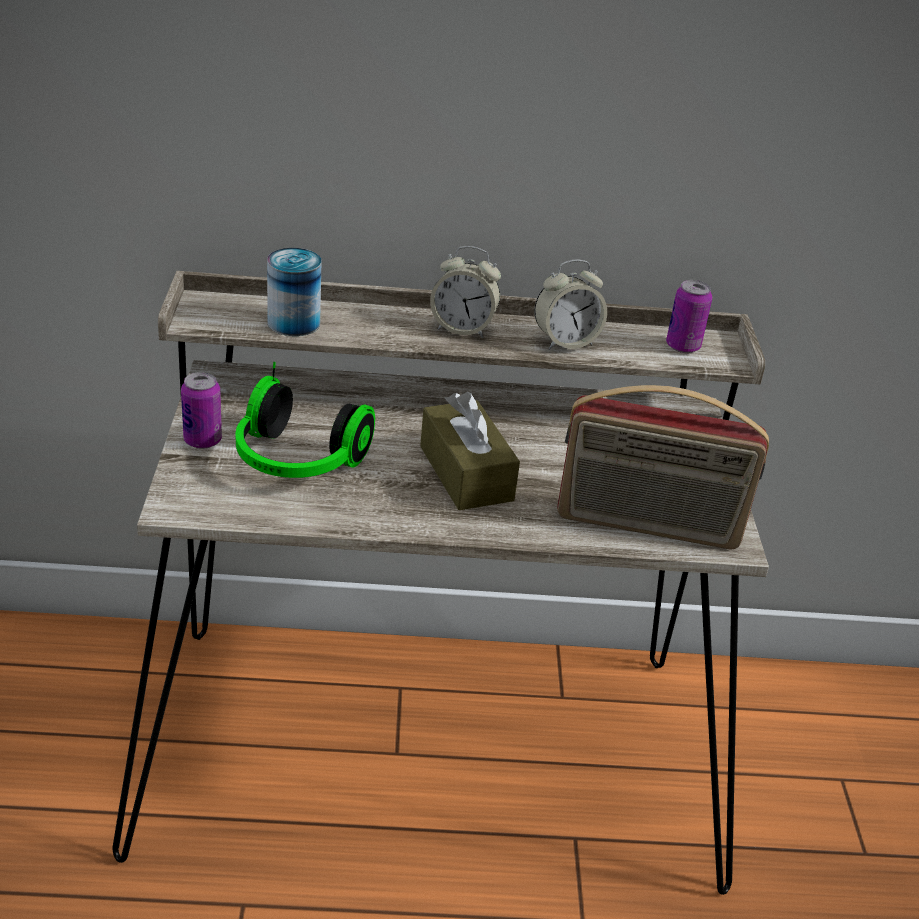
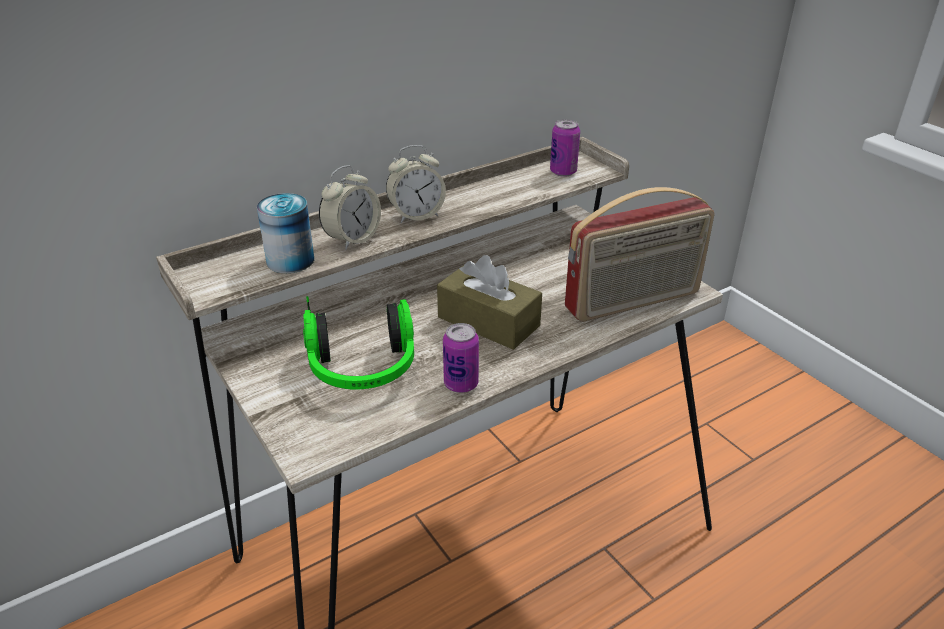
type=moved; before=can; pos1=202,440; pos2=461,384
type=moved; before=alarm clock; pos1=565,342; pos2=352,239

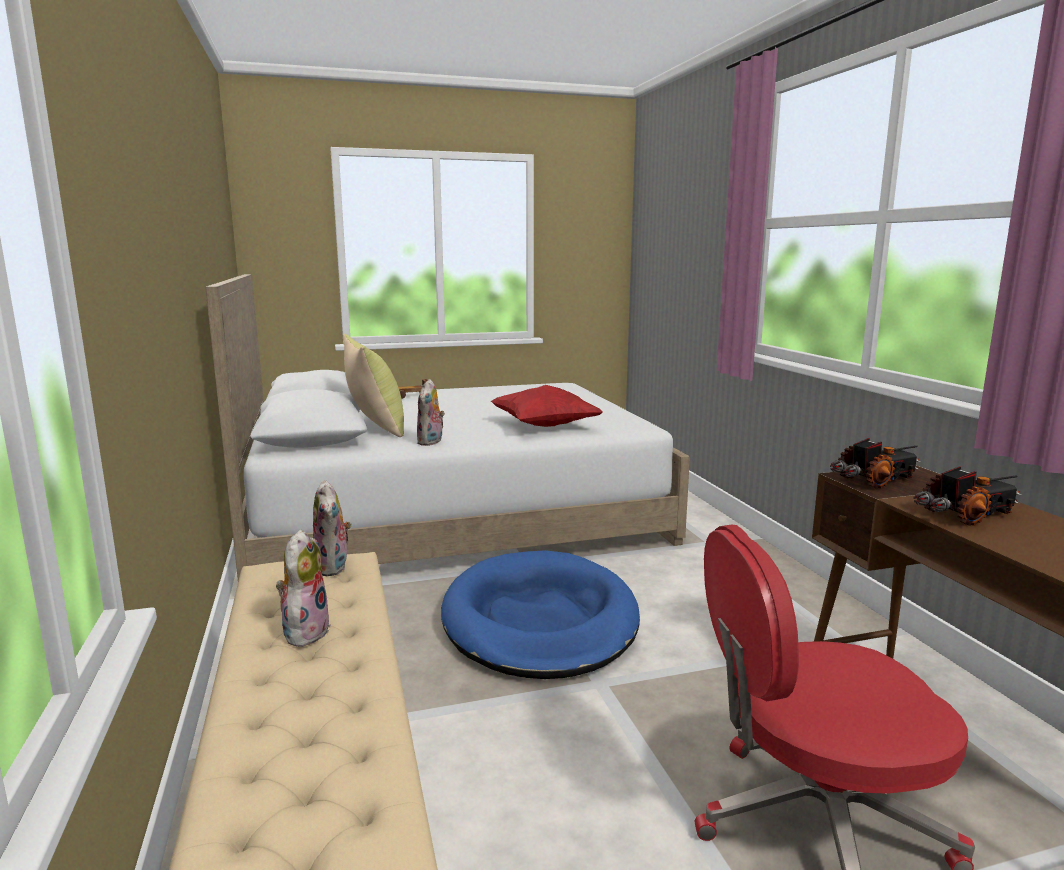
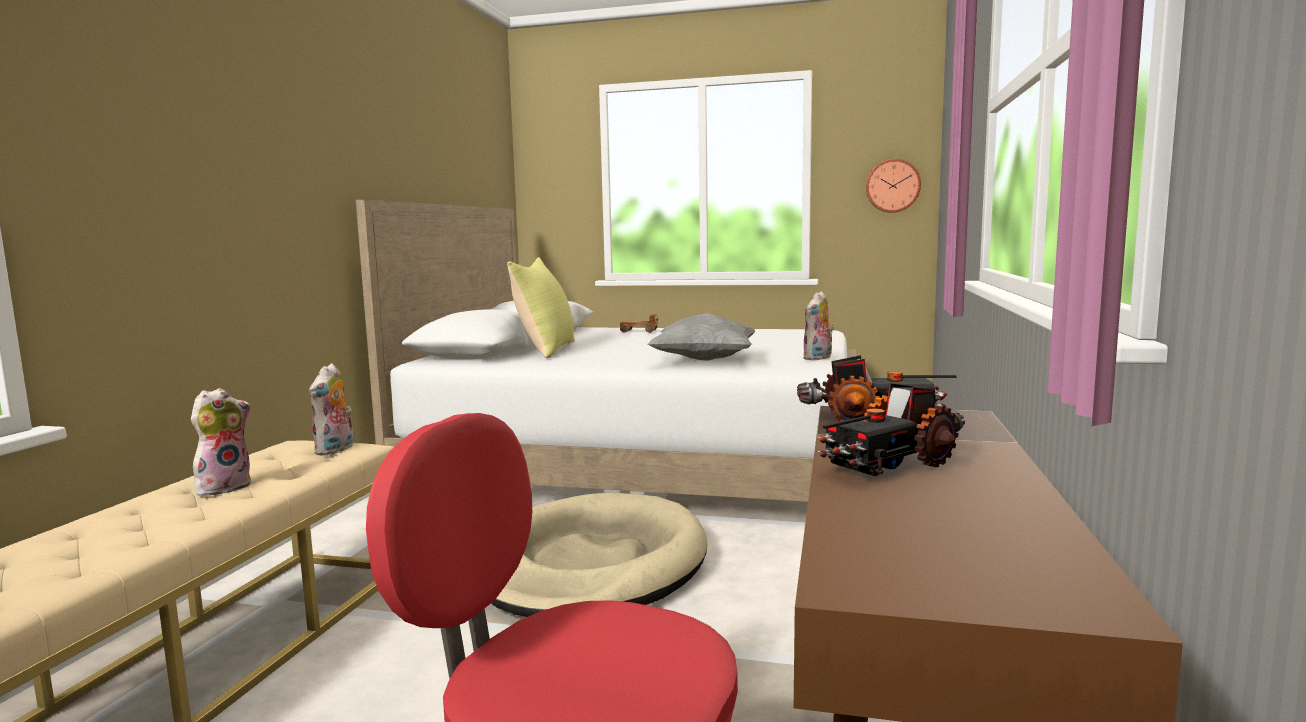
type=moved; before=plush toy; pos1=431,442; pos2=818,358
type=recoloured; before=dog bed in blue; after=dog bed in beige; pos1=540,621; pos2=591,565
type=recoloured; before=pillow in red; after=pillow in grey; pos1=545,426; pos2=703,361
type=turned; before=toy truck; pos1=966,516; pos2=889,463; turn=135
type=added; after=wall clock; pos2=892,186

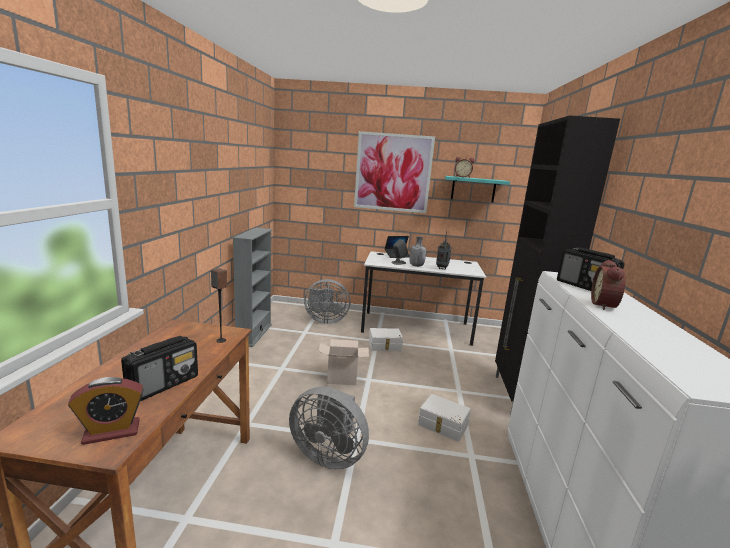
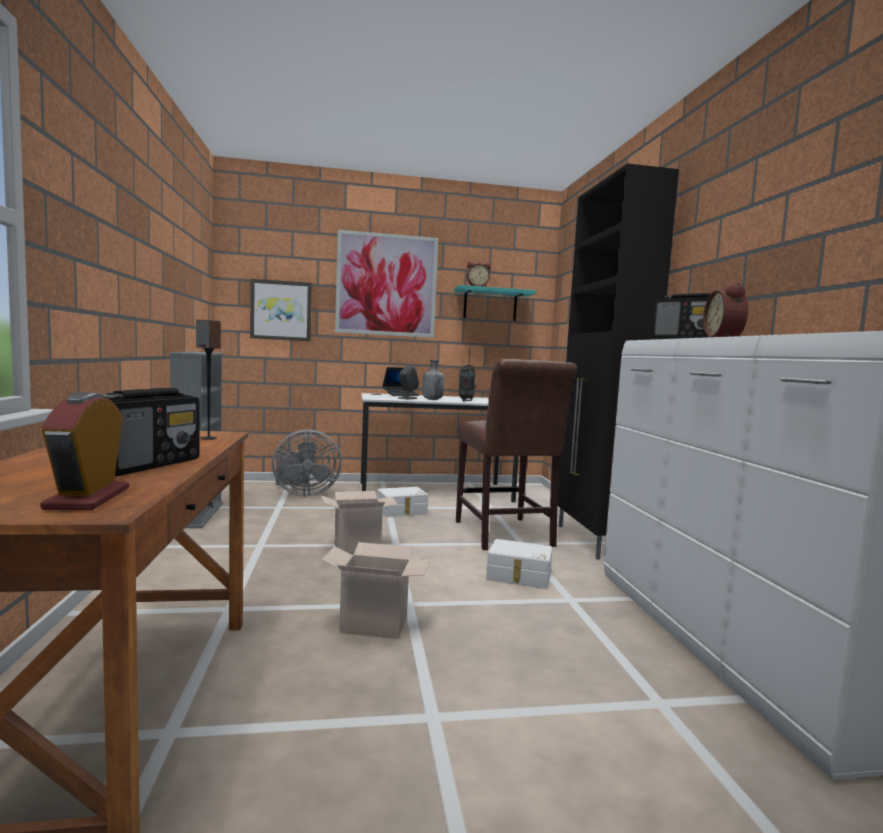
type=turned; before=alarm clock; pos1=111,432; pos2=88,498; turn=120
type=replaced; before=fan in grey; after=cardboard box; pos1=328,454; pos2=376,624
type=added; after=picture; pos2=281,310
type=added; after=chair in brown; pos2=505,535

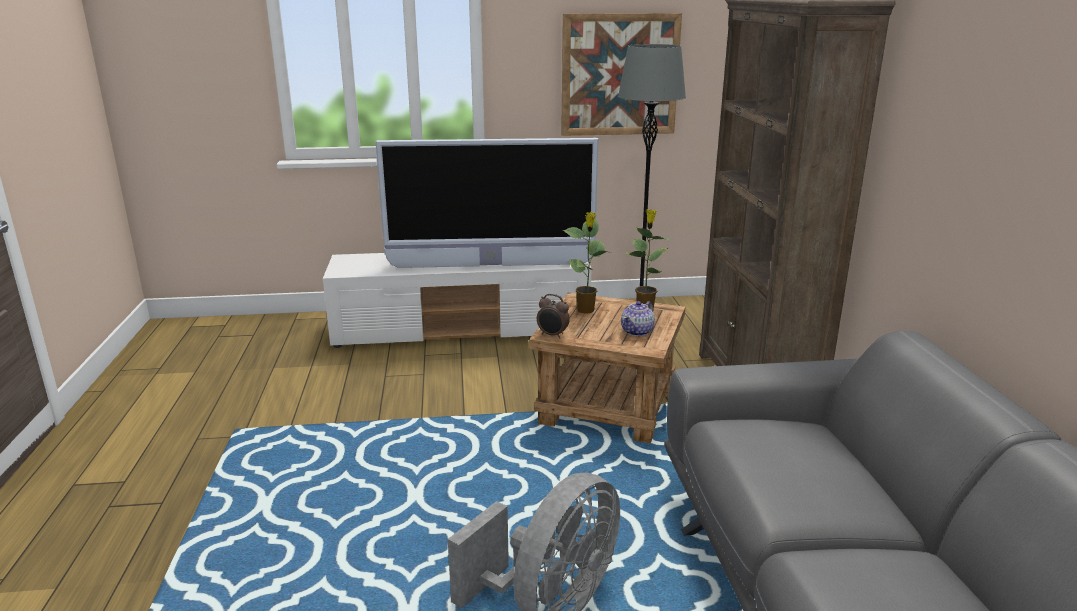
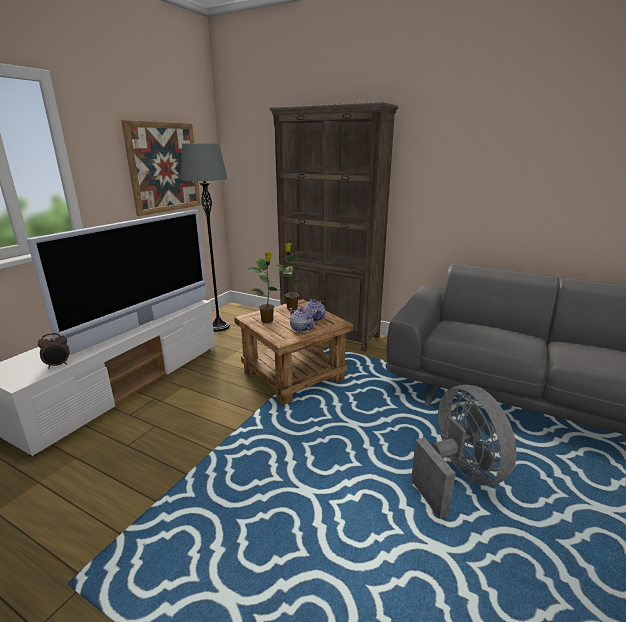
type=moved; before=alarm clock; pos1=552,335; pos2=58,365
type=added; after=teapot; pos2=301,328

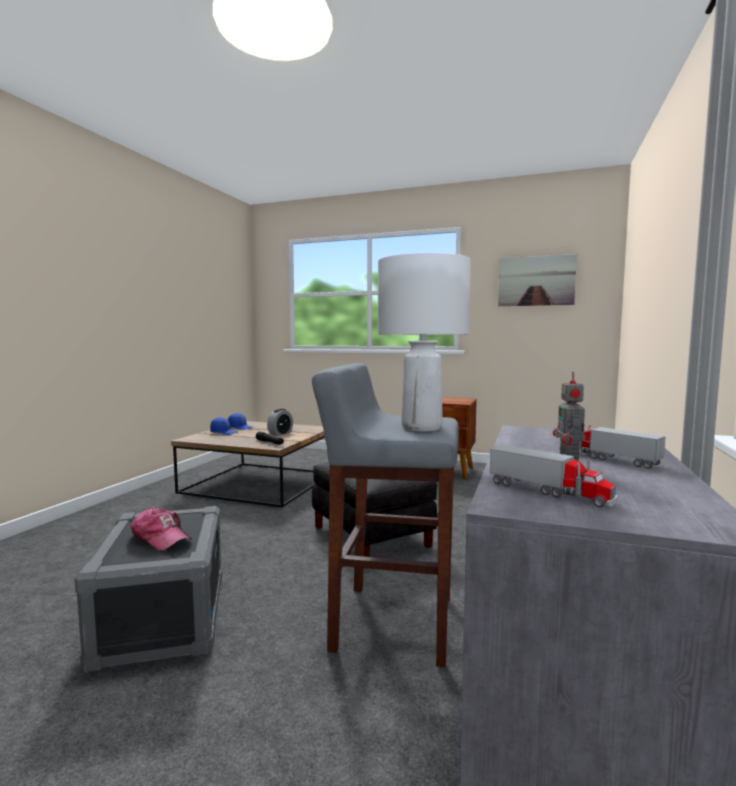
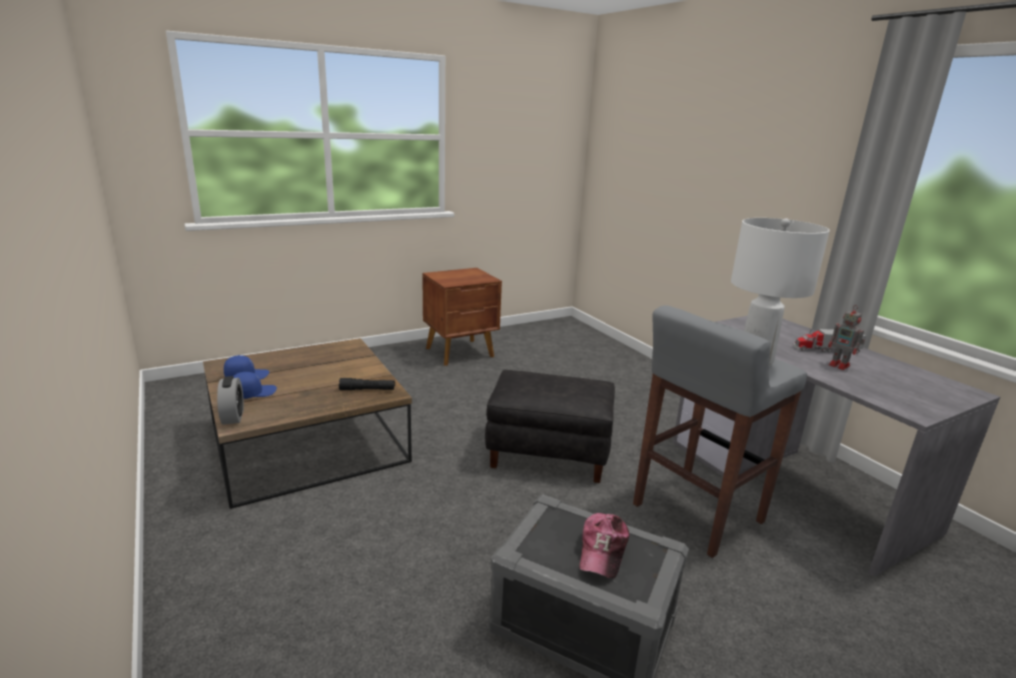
type=turned; before=cap; pos1=161,538; pos2=603,550; turn=120
type=moved; before=alarm clock; pos1=280,434; pos2=233,416
type=removed; before=toy truck; pos1=550,491
type=removed; before=picture; pos1=536,281

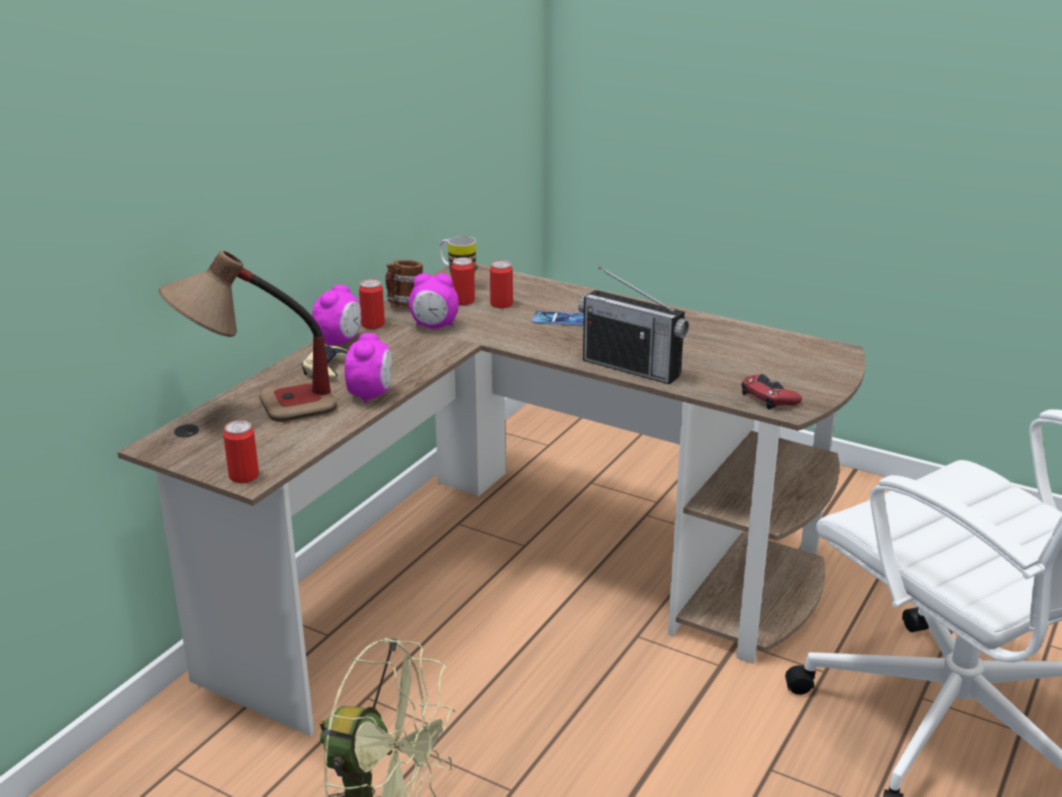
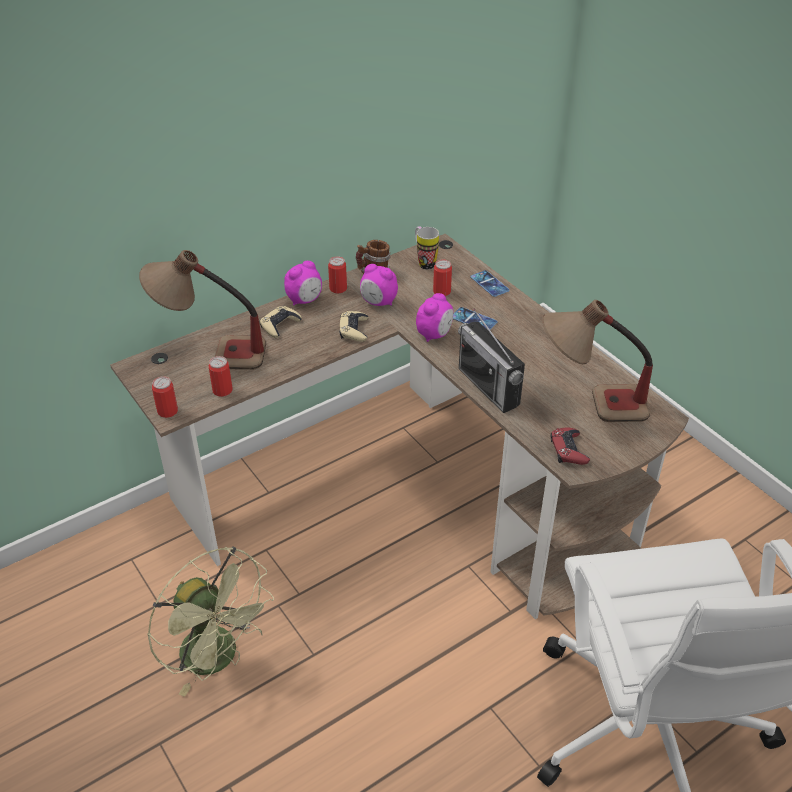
type=moved; before=alarm clock; pos1=371,395; pos2=434,334
type=moved; before=can; pos1=463,301; pos2=222,390
type=added; after=game controller in beige; pos2=354,330
type=added; after=phone; pos2=489,284
type=added; after=table lamp; pos2=589,406

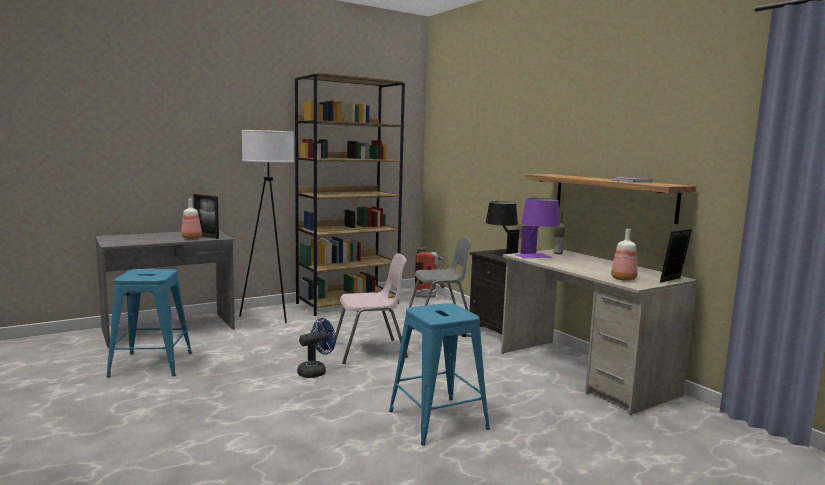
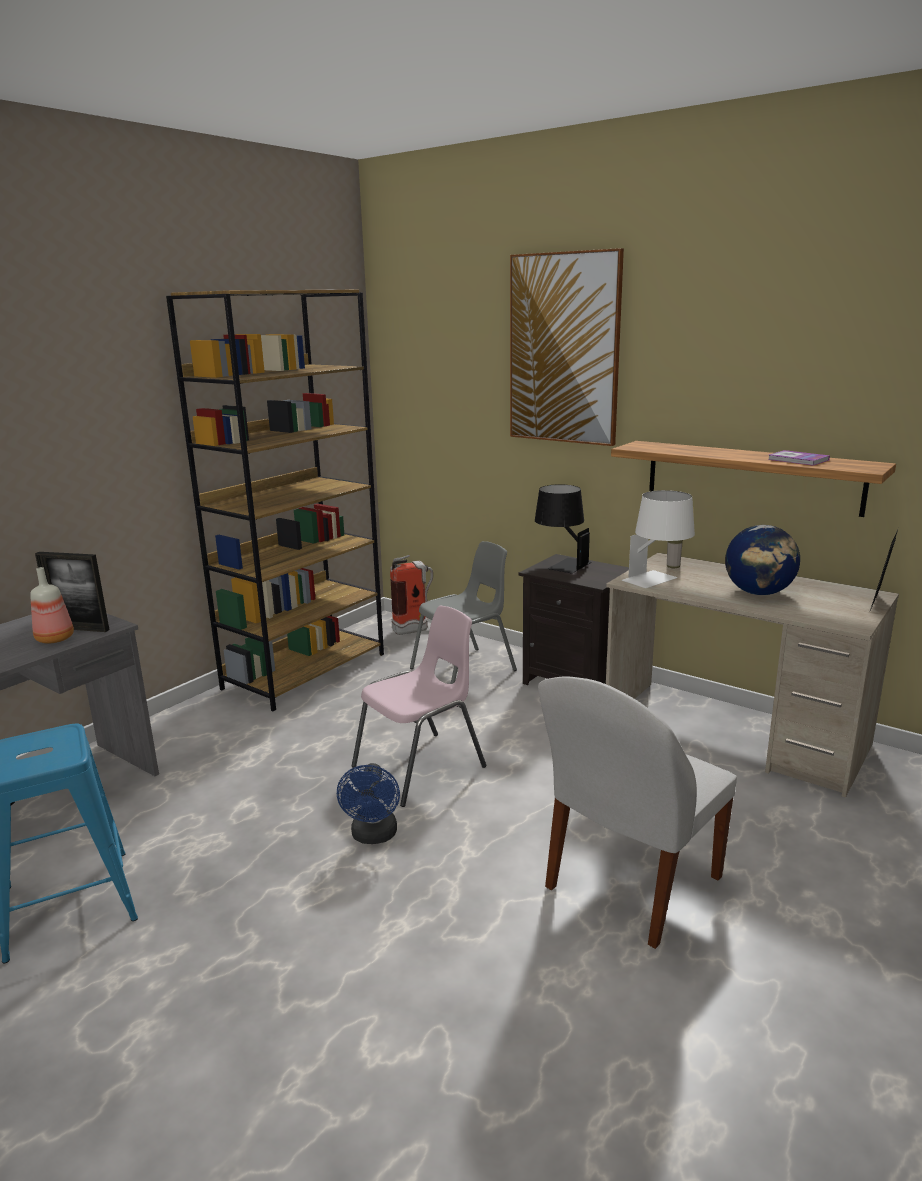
type=removed; before=floor lamp in white; pos1=270,315
type=turned; before=fan in blue; pos1=316,371; pos2=373,836; turn=150
type=replaced; before=stool in blue; after=chair in white; pos1=438,420; pos2=630,885
type=recoloured; before=table lamp in purple; after=table lamp in white; pos1=537,257; pos2=658,581
type=removed; before=bottle; pos1=623,278
type=added; after=picture; pos2=564,349
type=added; after=globe; pos2=759,593

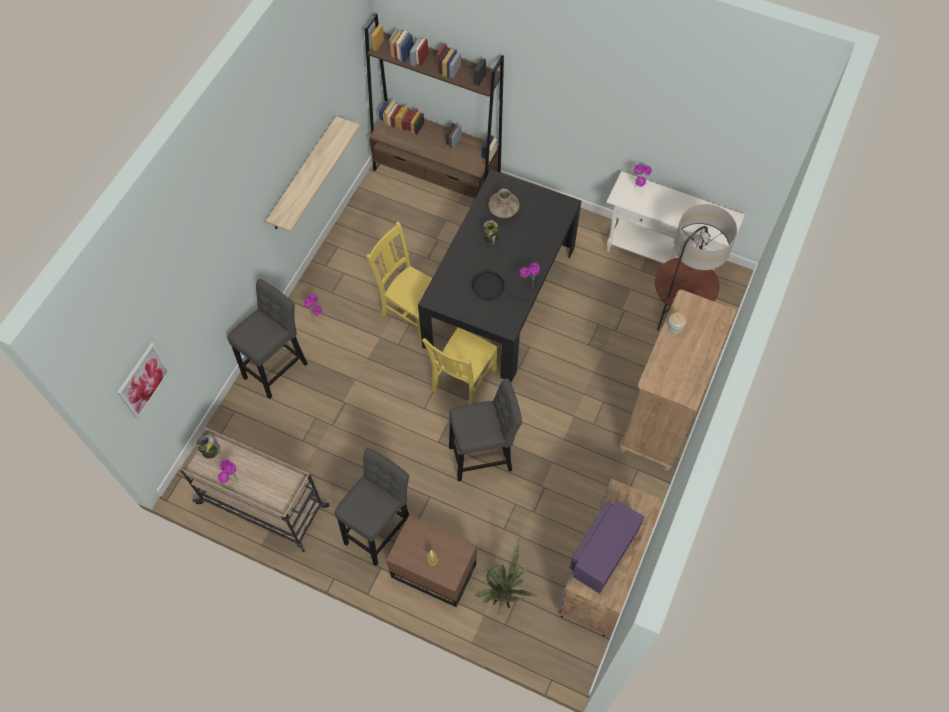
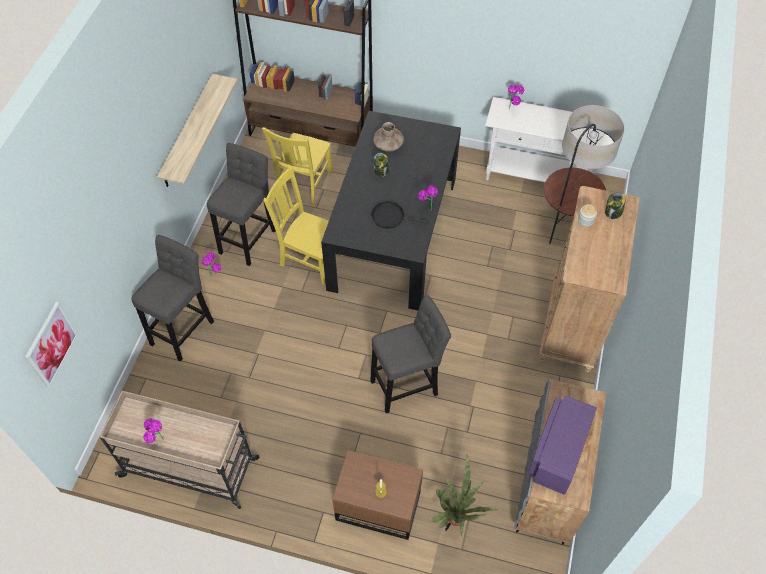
type=moved; before=jar; pos1=210,451; pos2=613,212
type=moved; before=stool in grey; pos1=380,529; pos2=249,239
type=moved; before=chair in yellow; pos1=462,381; pos2=303,185

